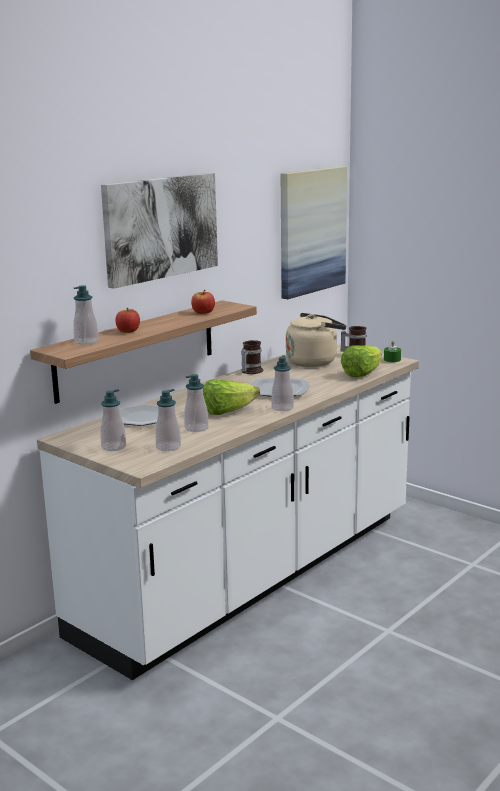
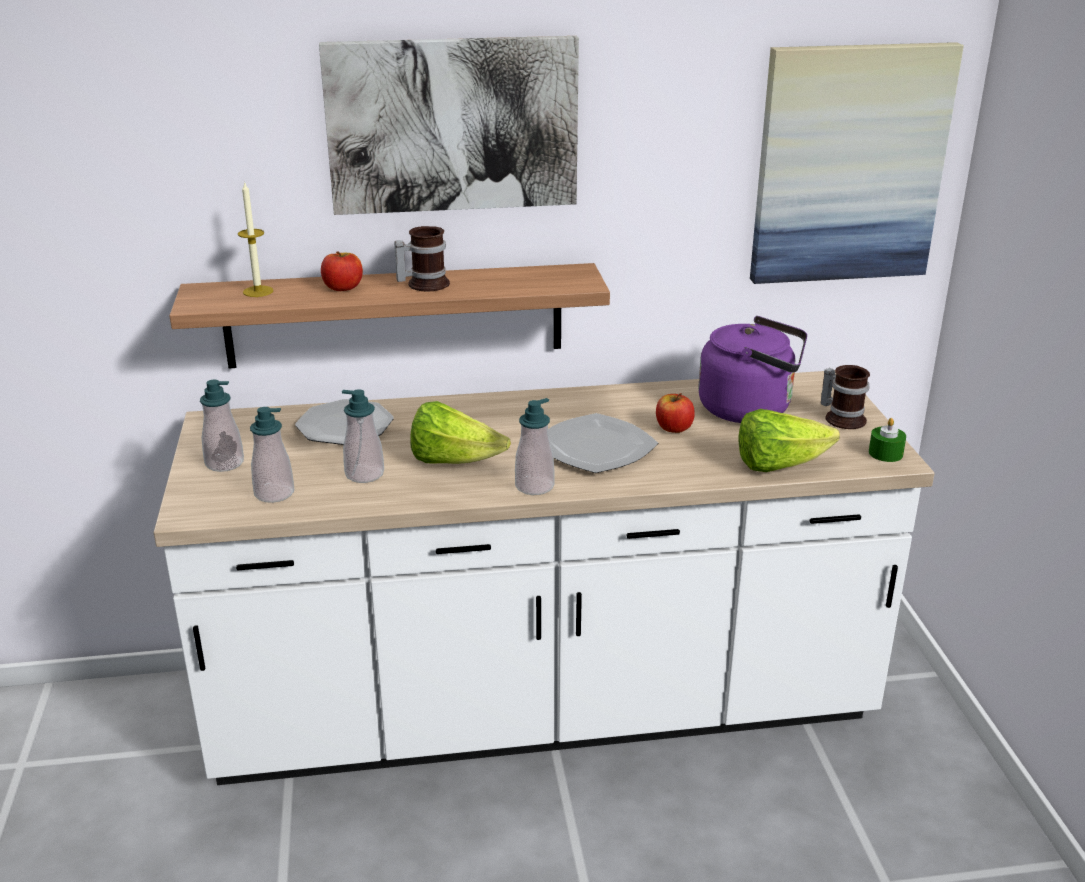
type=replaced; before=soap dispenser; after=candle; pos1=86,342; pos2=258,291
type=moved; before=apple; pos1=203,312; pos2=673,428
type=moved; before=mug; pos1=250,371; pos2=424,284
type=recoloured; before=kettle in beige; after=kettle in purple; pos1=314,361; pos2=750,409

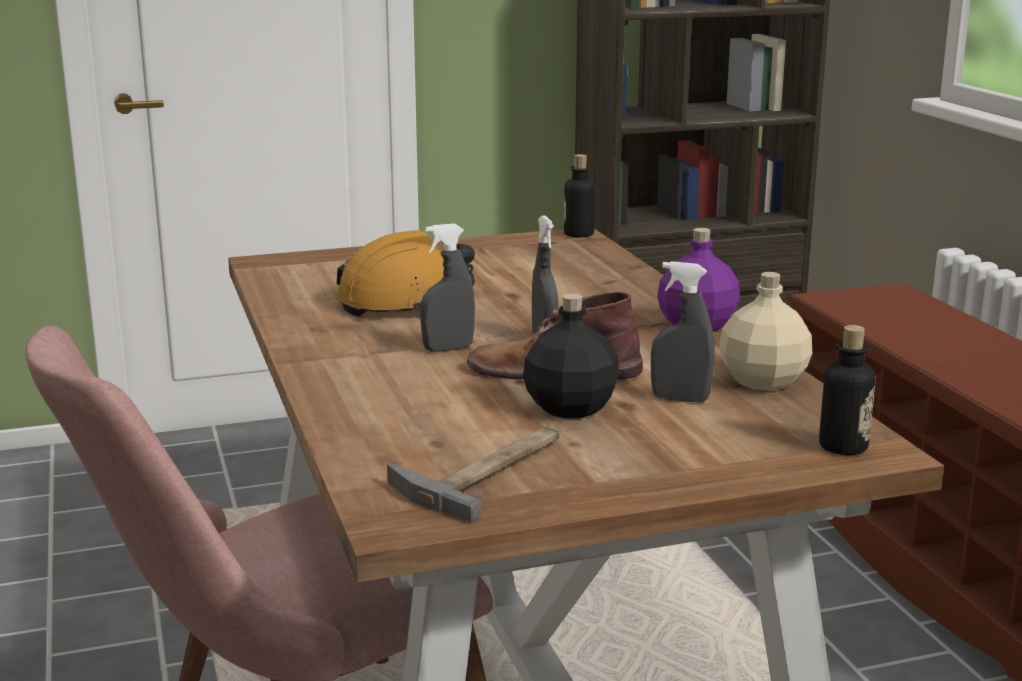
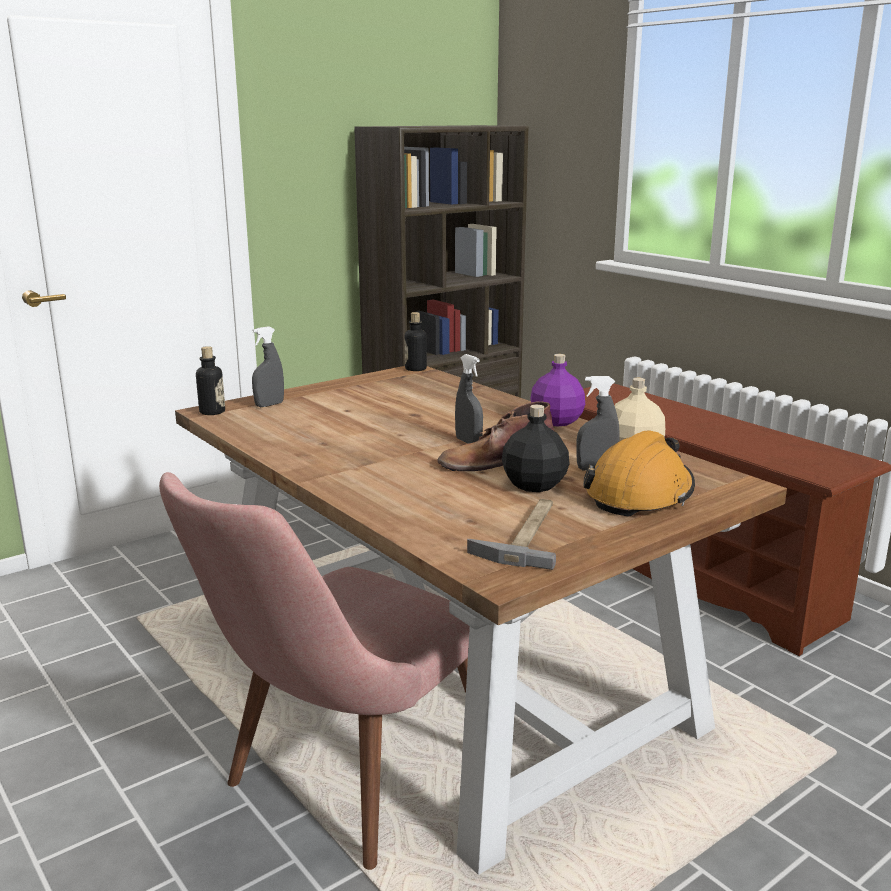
type=moved; before=hard hat in orange; pos1=406,301; pos2=640,494
type=moved; before=spray bottle in grey; pos1=448,348; pos2=269,405
type=moved; before=bottle; pos1=843,447; pos2=212,412

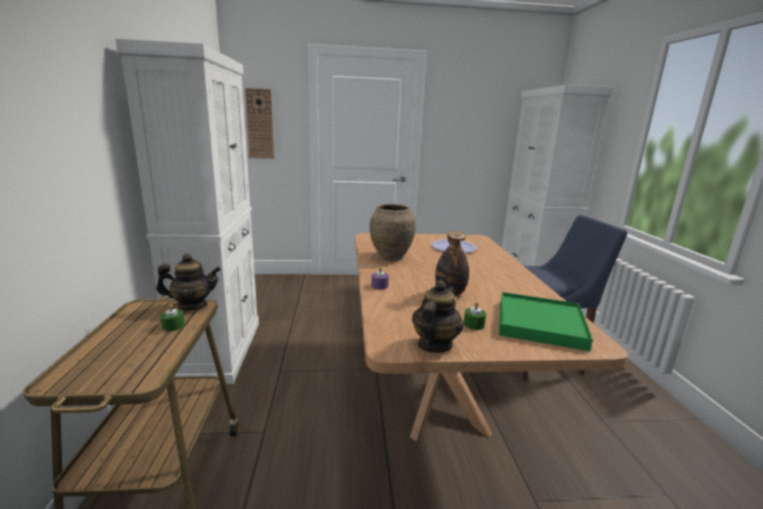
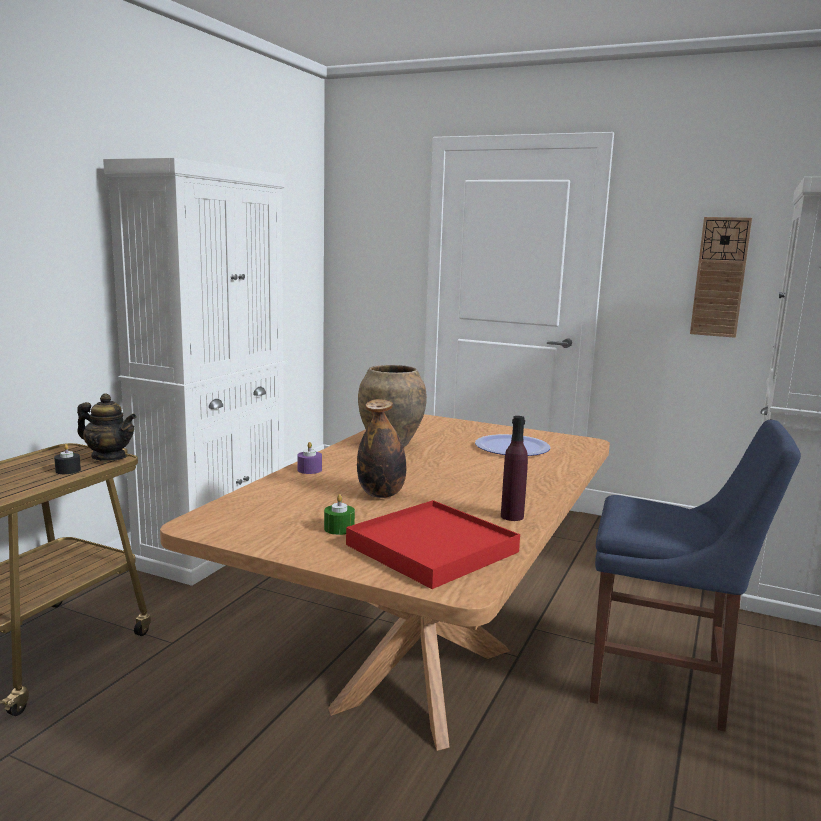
type=recoloured; before=candle in green; after=candle in black; pos1=173,326; pos2=68,470
type=moved; before=wall clock; pos1=260,124; pos2=720,277
type=removed; before=teapot; pos1=434,345
type=recoloured; before=tray in green; after=tray in red; pos1=539,323; pos2=432,548
type=added; after=bottle in purple; pos2=512,516

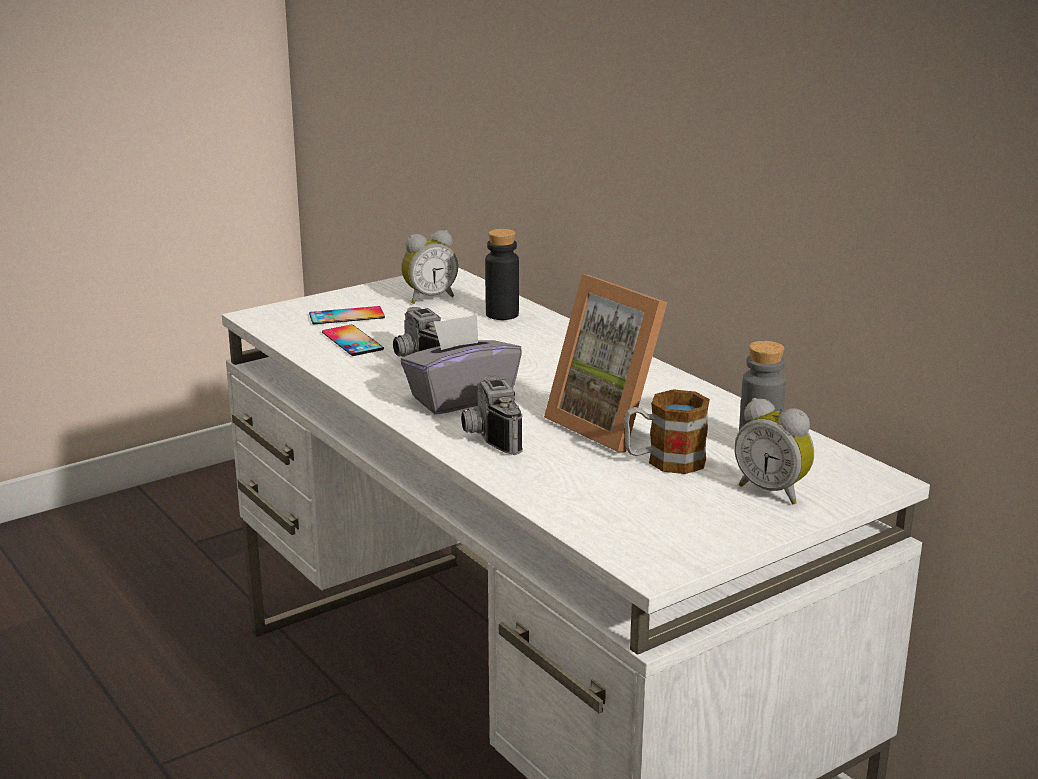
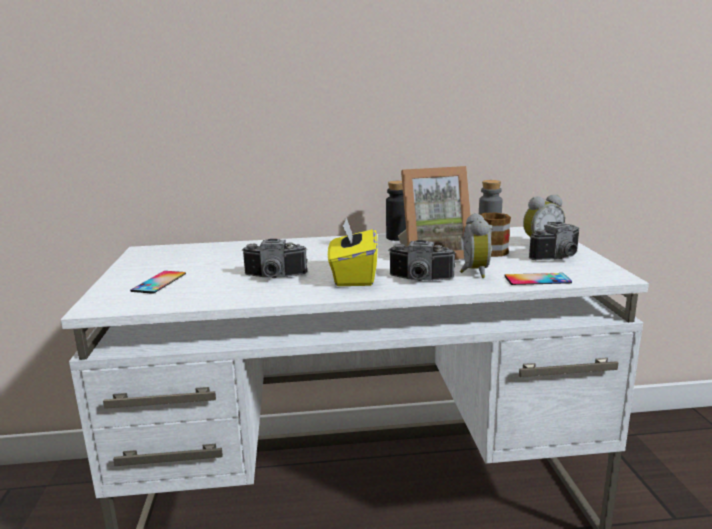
type=moved; before=phone; pos1=352,341; pos2=537,279
type=recoloured; before=tissue box in grey; after=tissue box in yellow; pos1=461,398; pos2=353,277
type=moved; before=alarm clock; pos1=429,298; pos2=472,272
type=moved; before=bottle in black; pos1=502,314; pos2=397,238
type=added; after=photo camera; pos2=560,258

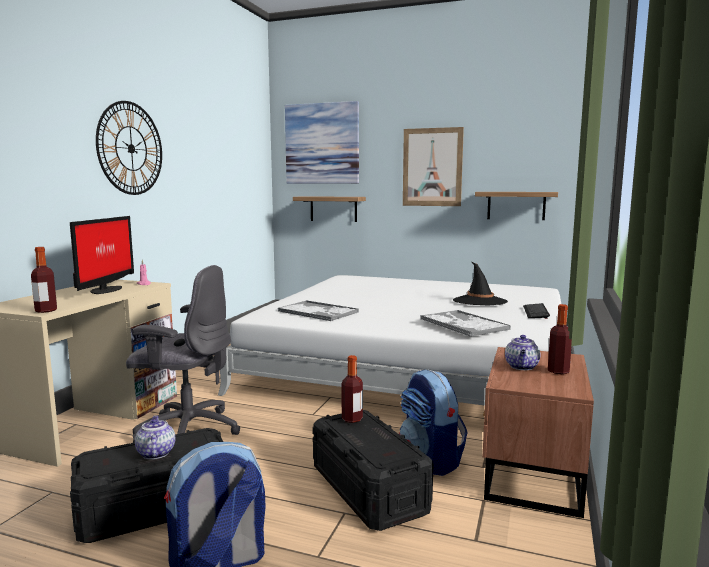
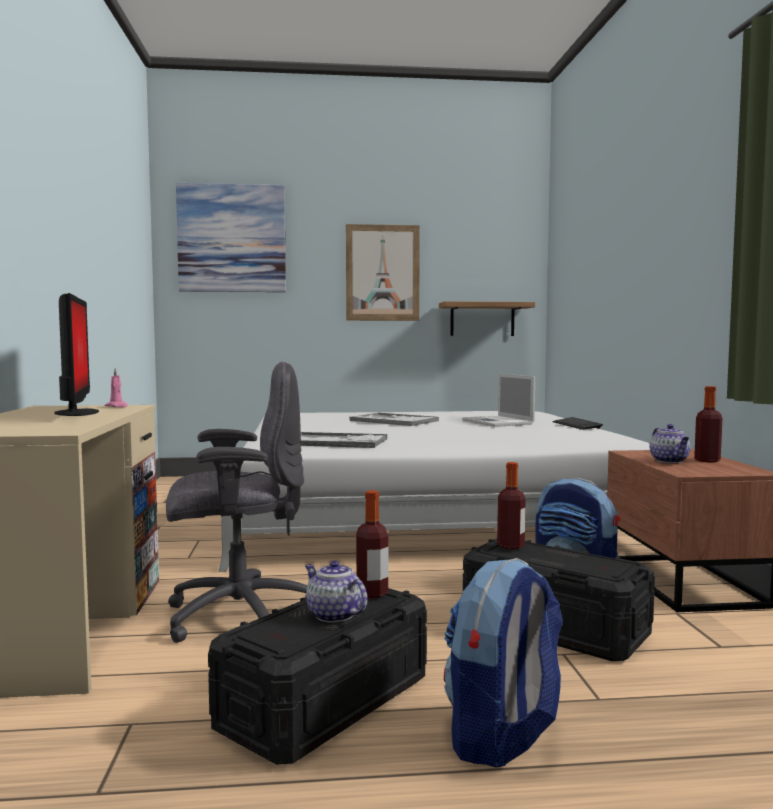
type=moved; before=bottle; pos1=46,310; pos2=372,593
type=removed; before=wall clock; pos1=131,148
type=removed; before=shelf; pos1=333,209
type=moved; before=tray; pos1=463,324; pos2=393,421
type=replaced; before=hat in black; after=laptop; pos1=479,301; pos2=498,422

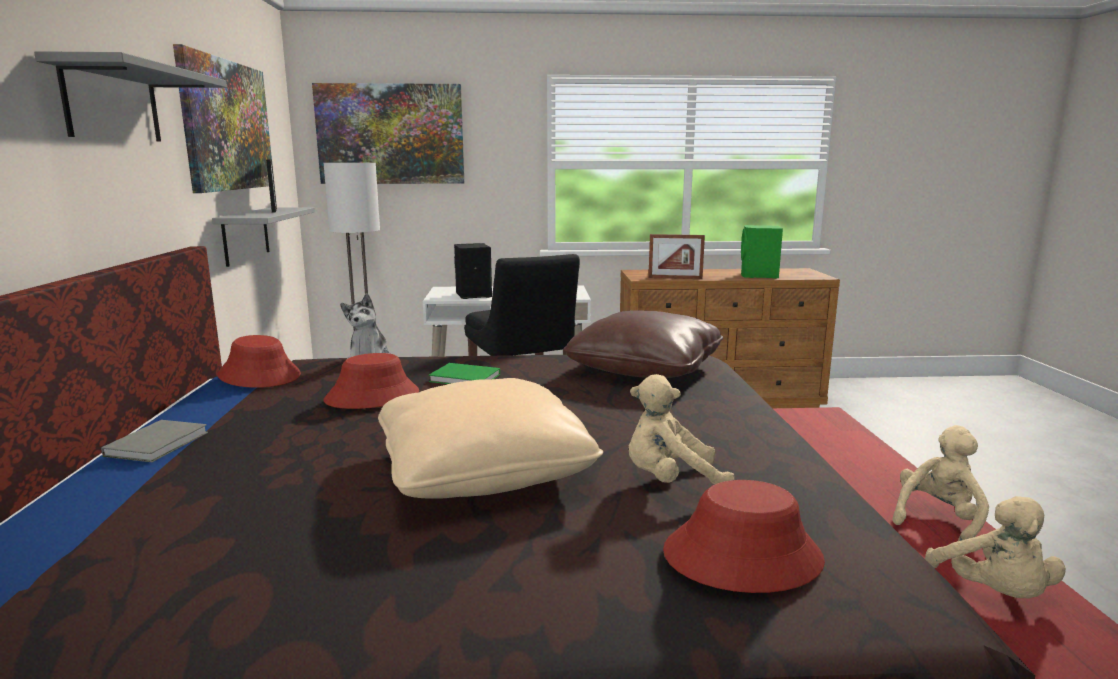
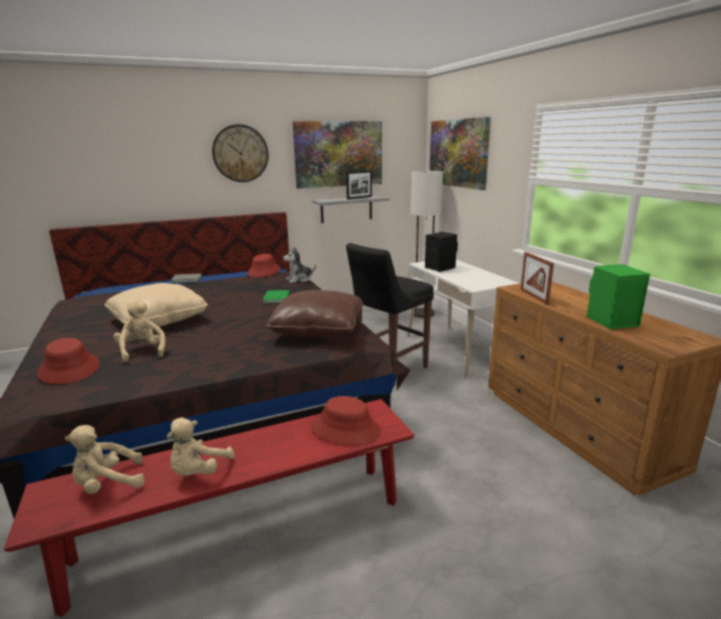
type=replaced; before=shelf in grey; after=wall clock; pos1=113,104; pos2=240,153
type=moved; before=hat in red; pos1=372,397; pos2=346,428
type=turned; before=plush toy in beige; pos1=938,520; pos2=199,471; turn=90

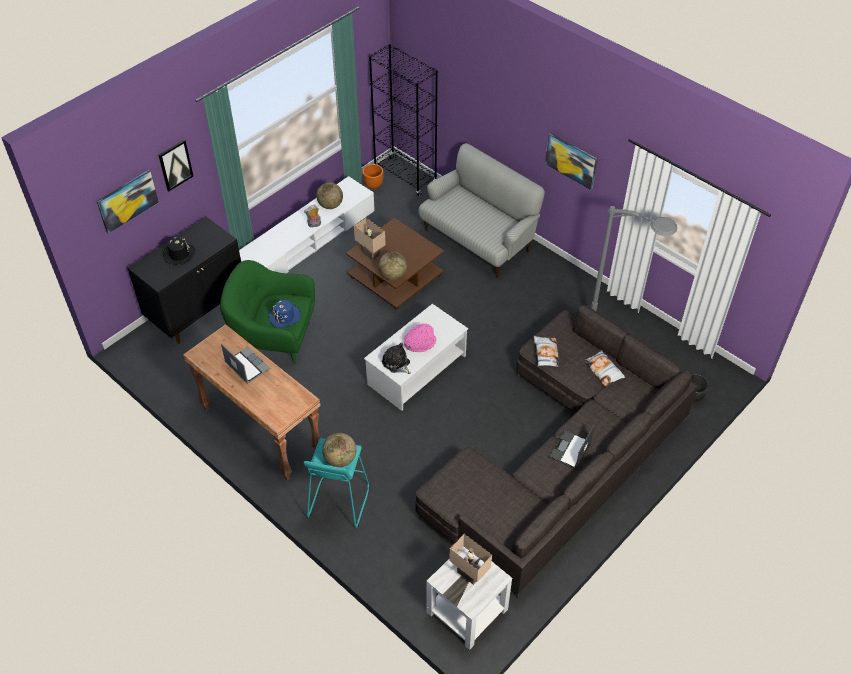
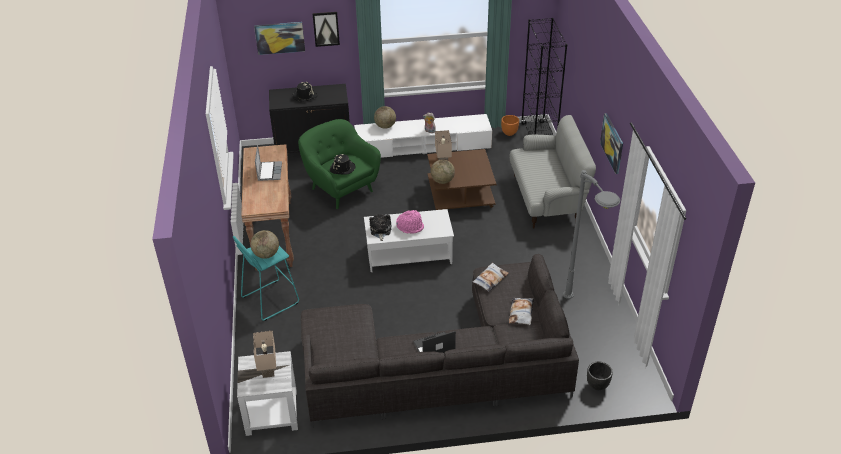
type=recoloured; before=hat in blue; after=hat in black; pos1=284,316; pos2=342,168
type=moved; before=globe; pos1=330,205; pos2=385,126

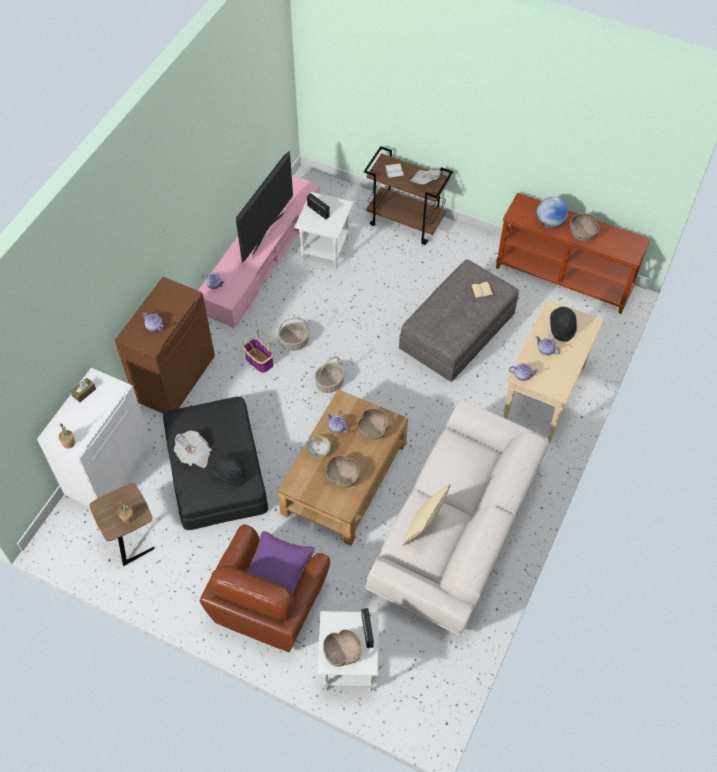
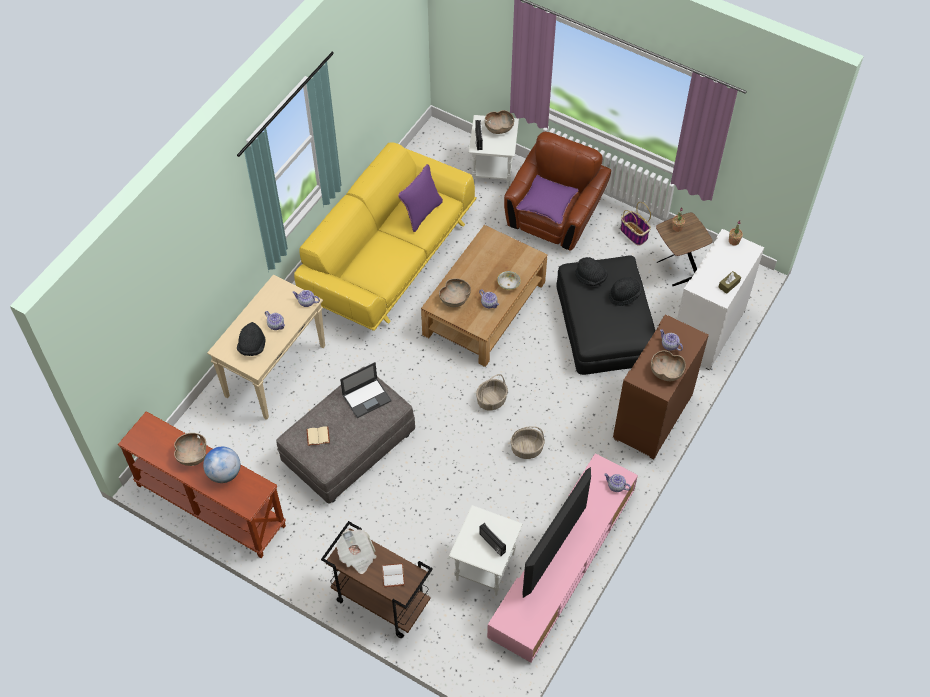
type=replaced; before=newspaper; after=hat in black; pos1=194,454; pos2=624,295
type=moved; before=basket; pos1=258,360; pos2=634,234
type=moved; before=bowl in brown; pos1=343,477; pos2=666,372
type=recoloured; before=sofa in white; after=sofa in yellow; pos1=457,531; pos2=389,257
type=recoloured; before=pillow in beige; after=pillow in purple; pos1=424,527; pos2=421,213
type=added; after=laptop; pos2=367,397

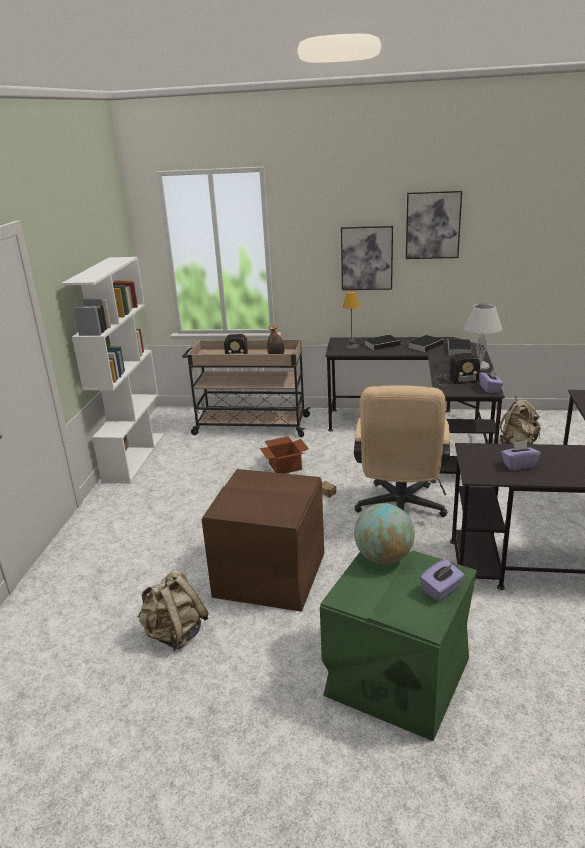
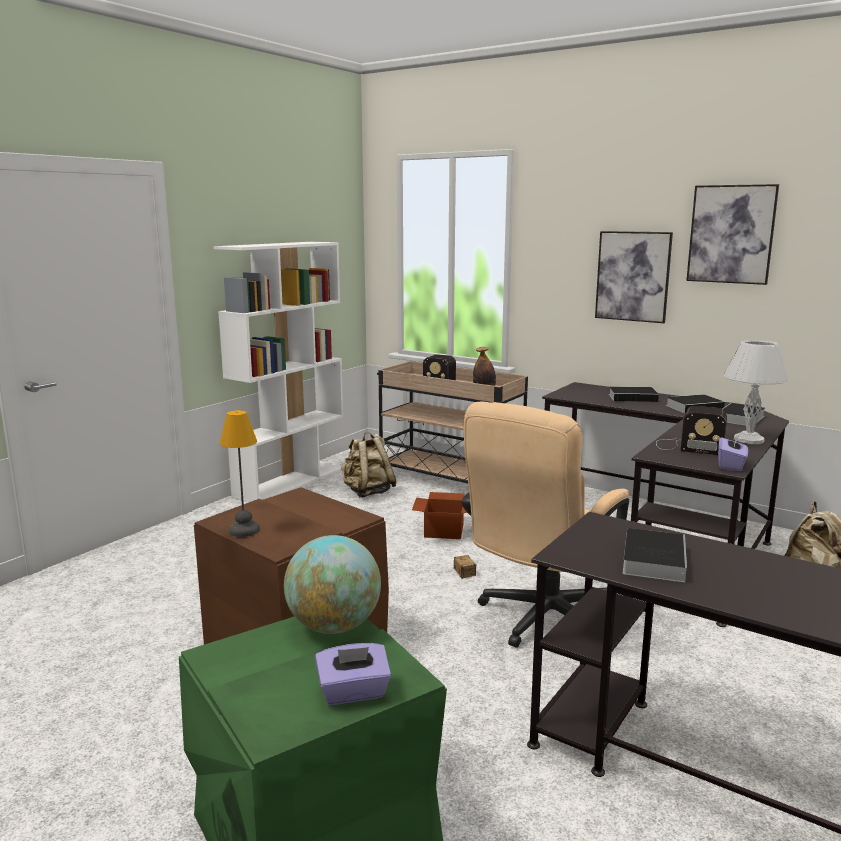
type=moved; before=backpack in beige; pos1=175,634; pos2=368,492
type=moved; before=table lamp; pos1=352,348; pos2=244,531
type=replaced; before=tissue box in purple; after=book; pos1=519,465; pos2=653,559

